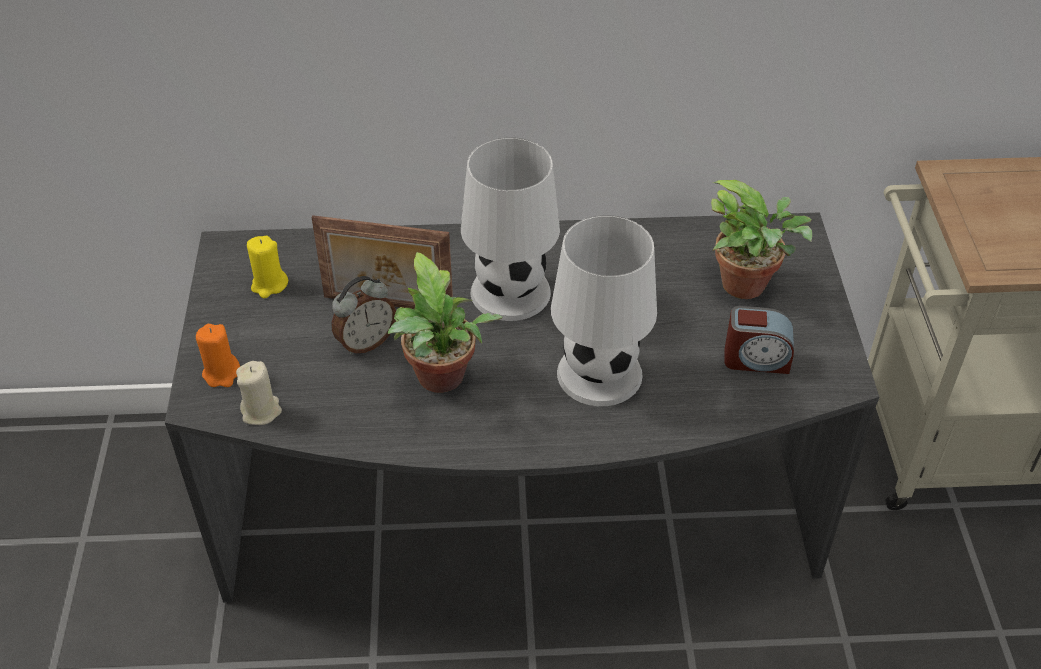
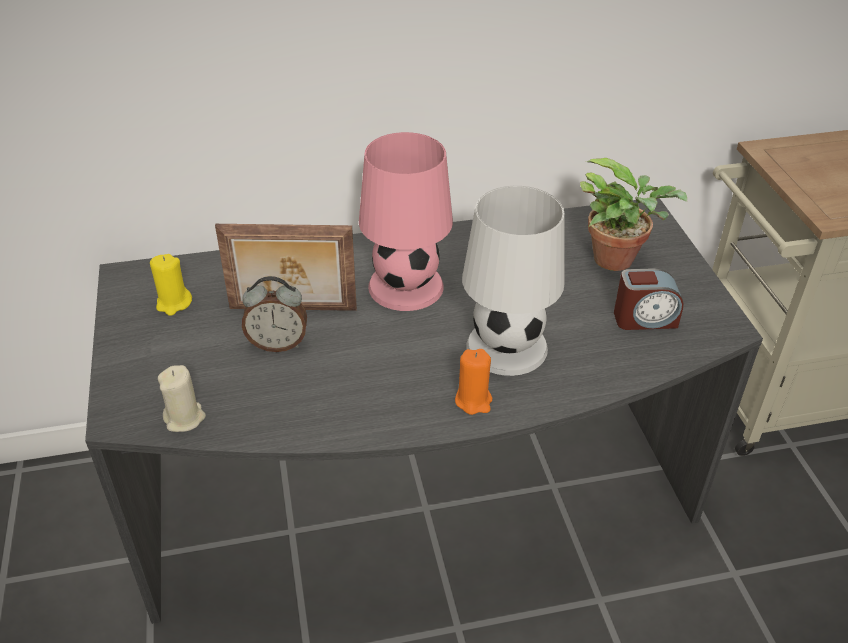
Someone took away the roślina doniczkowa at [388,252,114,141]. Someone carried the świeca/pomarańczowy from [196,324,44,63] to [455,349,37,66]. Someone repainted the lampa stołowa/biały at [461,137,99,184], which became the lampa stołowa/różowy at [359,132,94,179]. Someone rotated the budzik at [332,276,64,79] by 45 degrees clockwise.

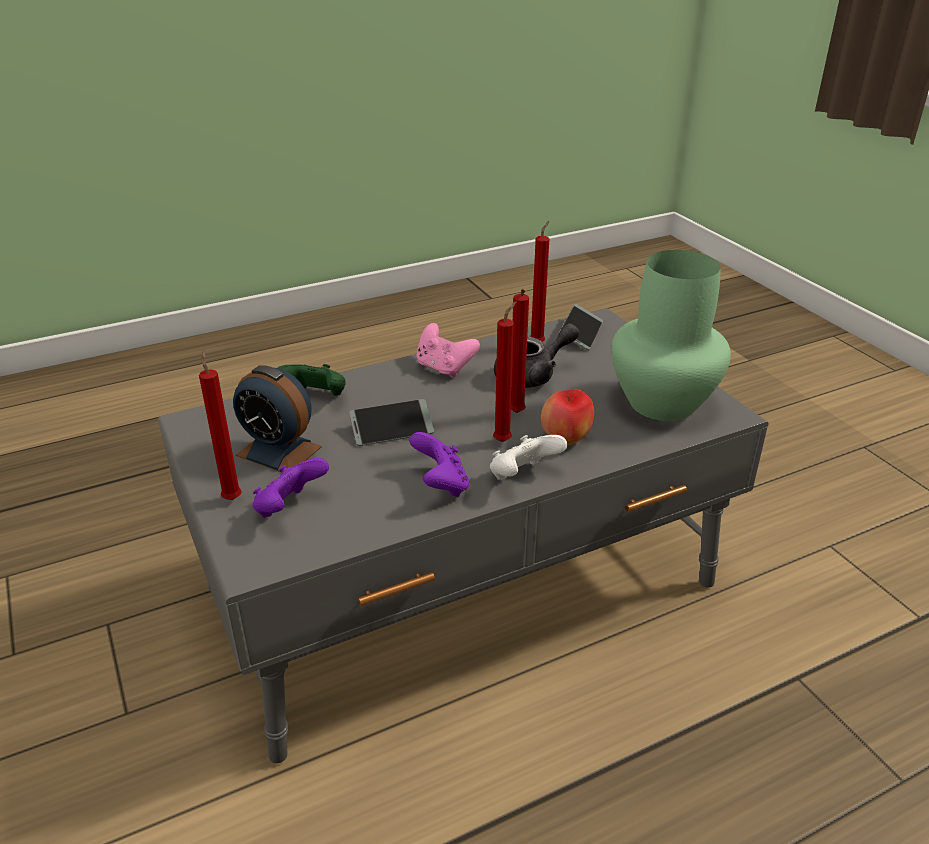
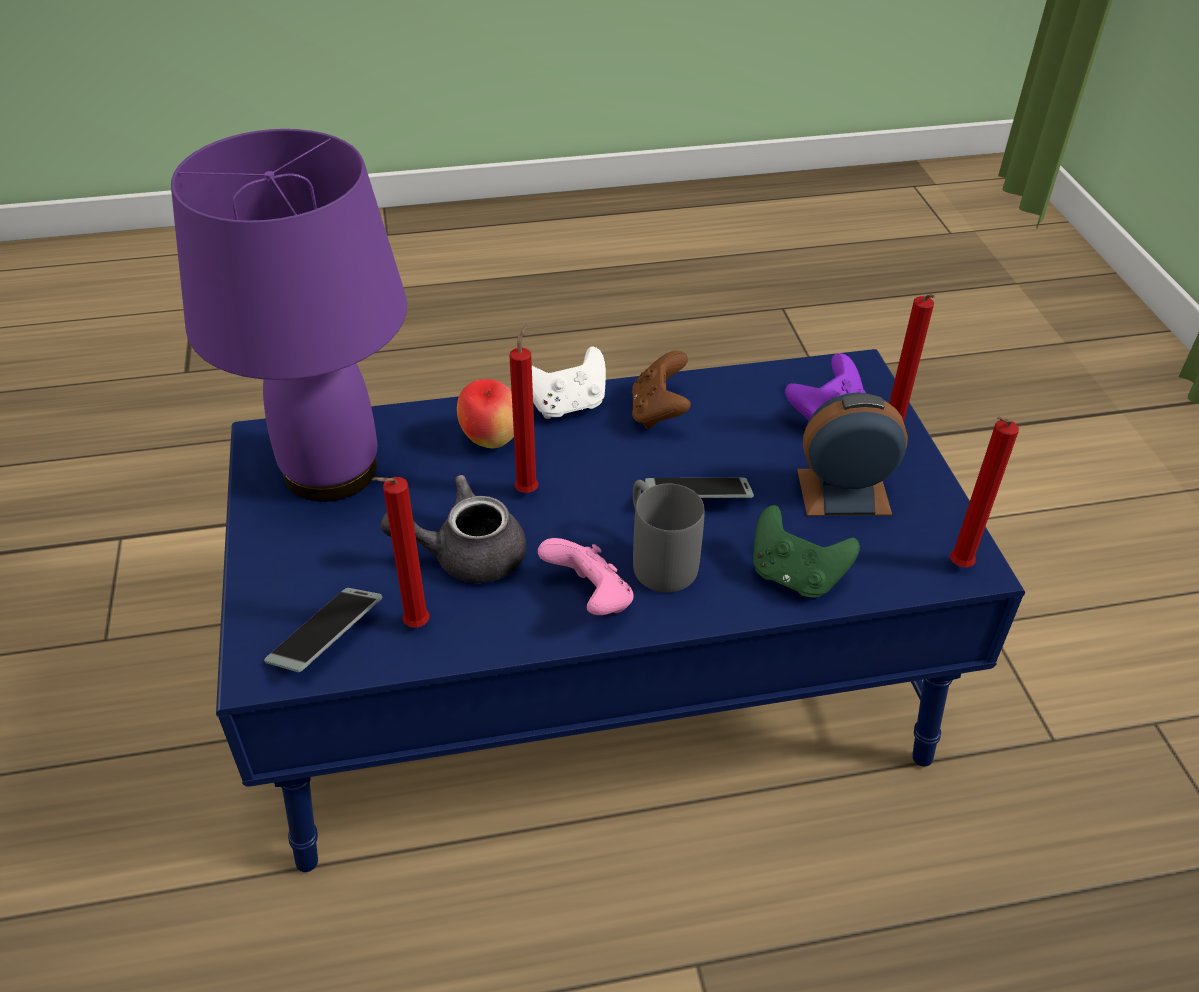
Someone put down the kubek/szary at [633,480,72,113]. Someone carried the świeca/czerwony from [493,302,23,140] to [950,417,69,151]. Someone swapped the wazon/zielony at [611,250,120,171] for the lampa stołowa/fioletowy at [171,129,236,373]. Someone repainted the ława/szary at [158,308,611,455], which became the ława/niebieski at [216,349,809,523]. Someone repainted the pad do gier/fioletowy at [409,432,61,65], which became the pad do gier/brązowy at [632,350,59,79]. Someone rotated the budzik at [233,365,89,107] by 45 degrees counterclockwise.

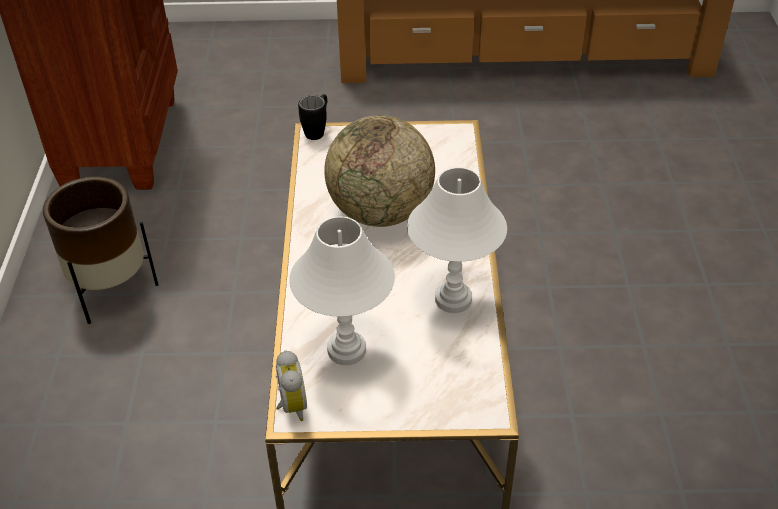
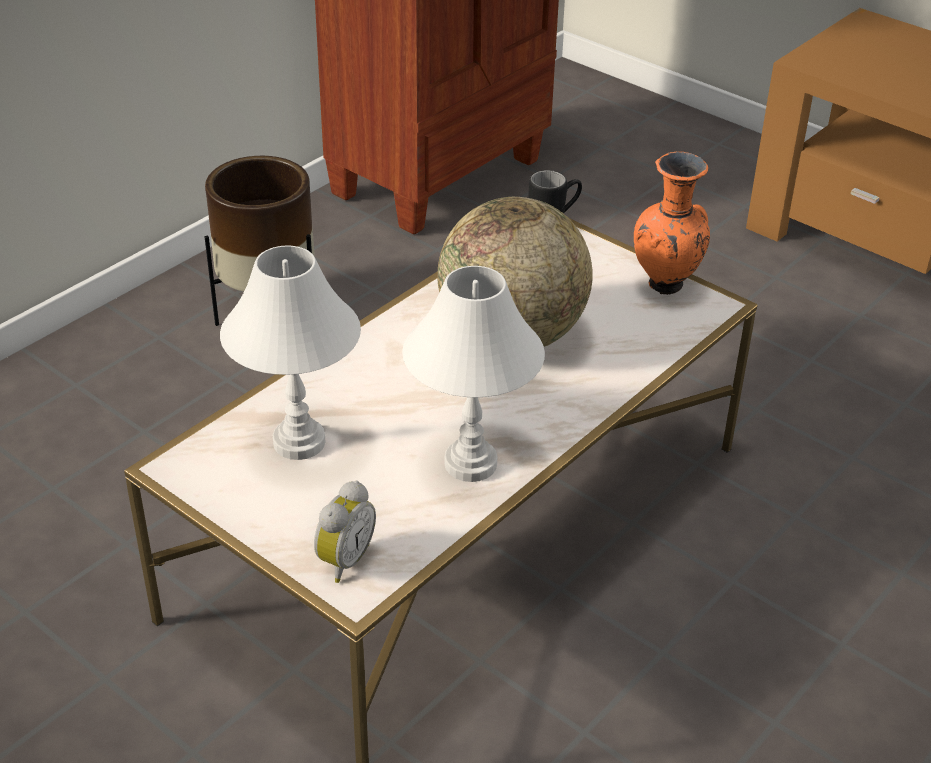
Someone put down the wazon/pomarańczowy at [634,152,76,143]. Someone carried the budzik from [275,350,32,71] to [314,481,62,102].

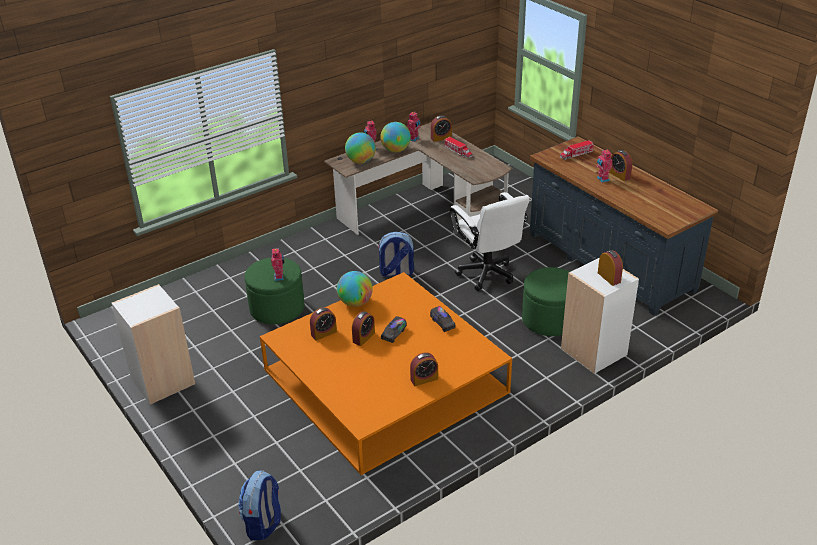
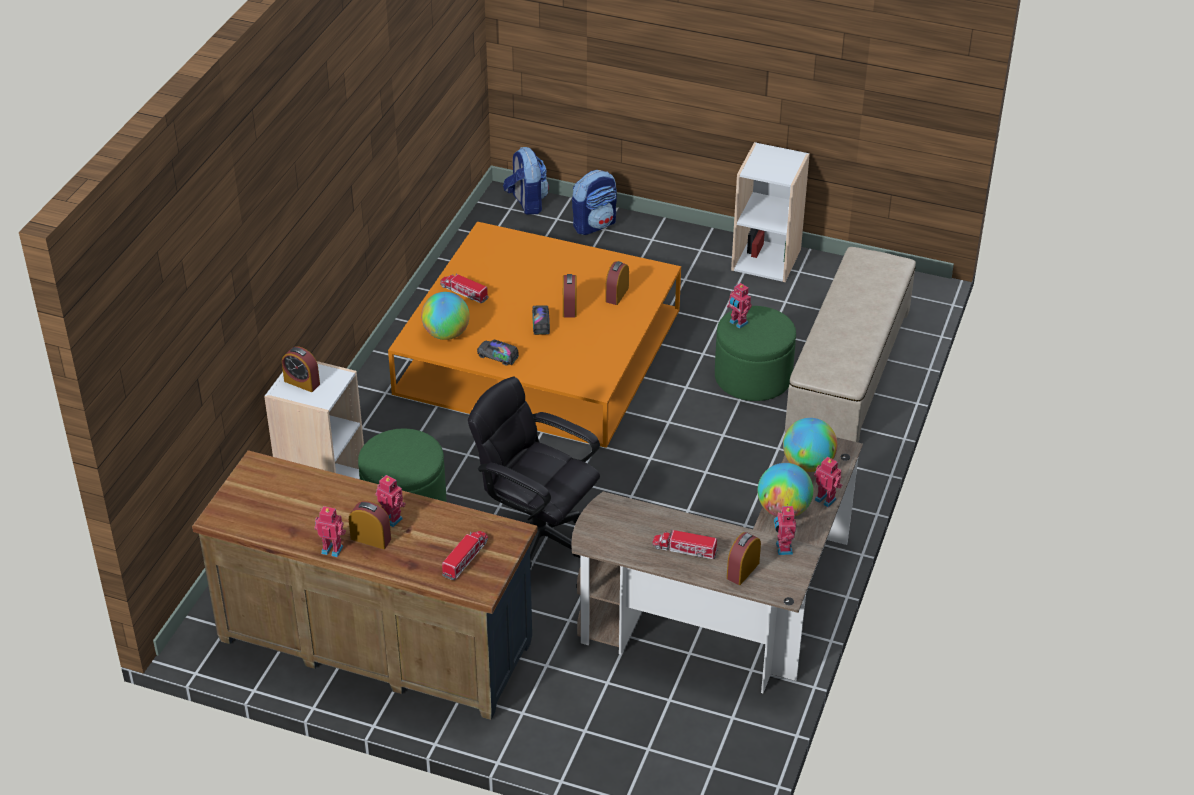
Someone put down the robot zabawkowy at [315,506,31,51]. Someone put down the ławka/beżowy at [785,247,131,195]. Someone carried the globus from [337,271,36,36] to [421,292,49,48]. Someone carried the plecak from [378,232,36,45] to [572,170,45,65]. Someone swapped the budzik at [410,352,28,34] for the ciężarówka zabawkowa at [440,273,49,30]. Someone repainted the krzesło biurowe/biały at [450,192,79,99], which became the krzesło biurowe/czarny at [468,377,132,191].

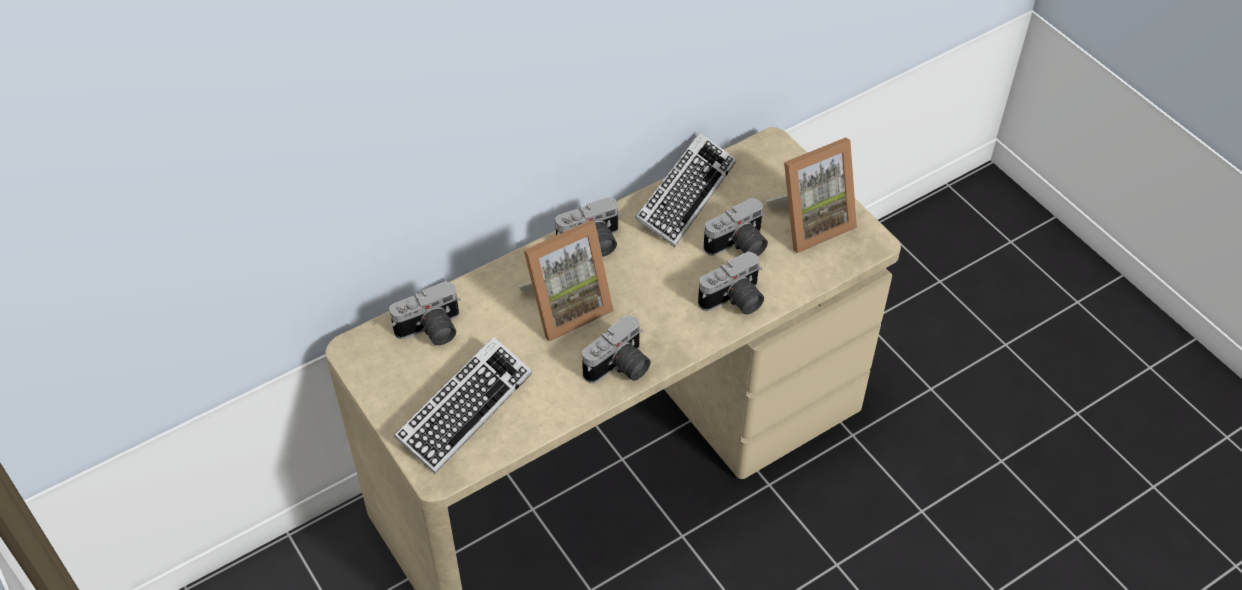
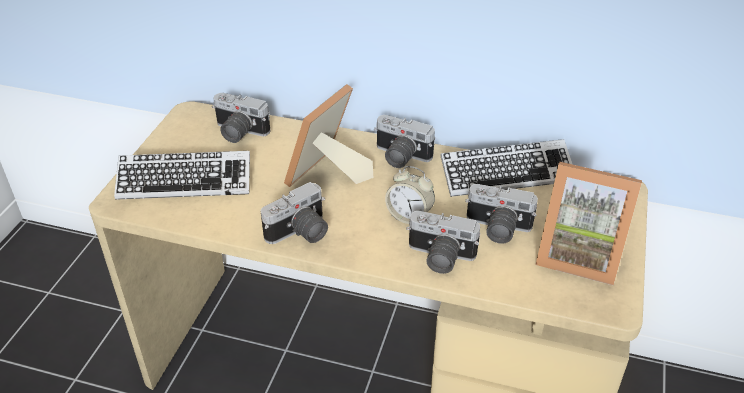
Someone put down the budzik at [385,166,50,58]. Someone rotated the ramka na zdjęcie at [518,220,96,122] by 105 degrees clockwise. Someone rotated the aparat fotograficzny at [582,315,69,68] by 45 degrees counterclockwise.

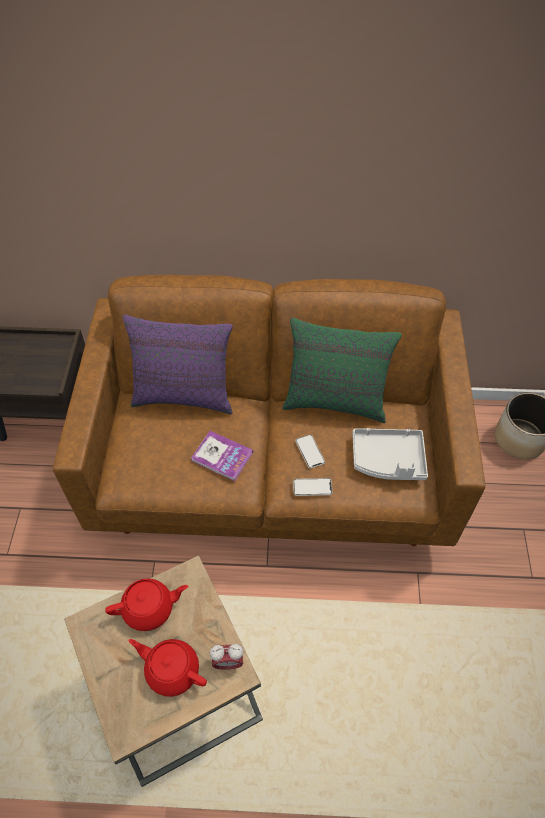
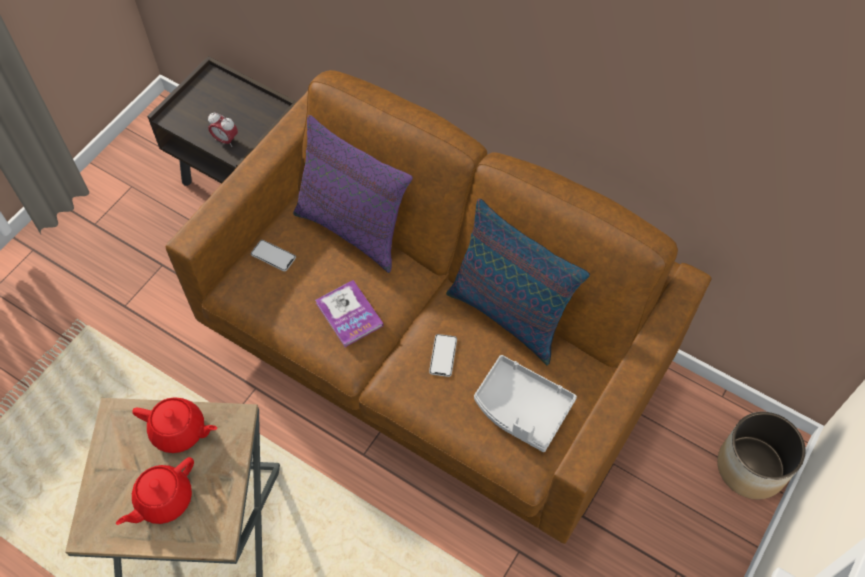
Someone carried the budzik from [210,644,33,26] to [208,113,30,34]. Someone carried the telefon from [293,478,40,18] to [251,240,45,31]. Someone repainted the poduszka/zielony at [283,318,119,105], which became the poduszka/niebieski at [446,199,144,166]. Someone rotated the imbryk/czerwony at [129,639,78,58] by 105 degrees counterclockwise.

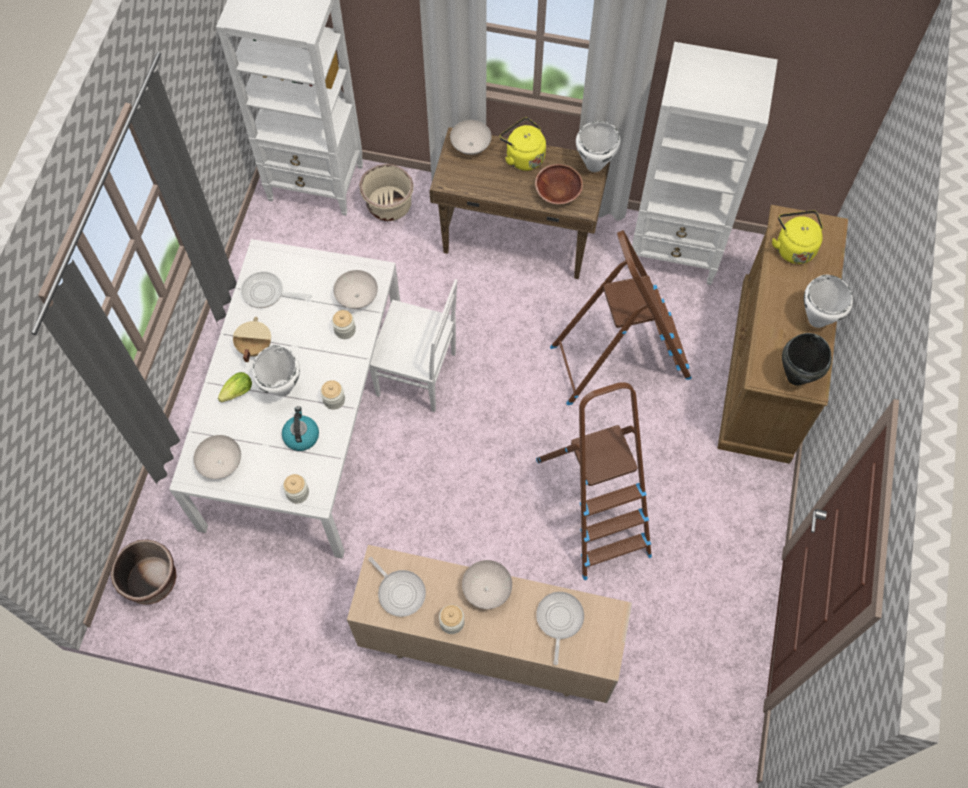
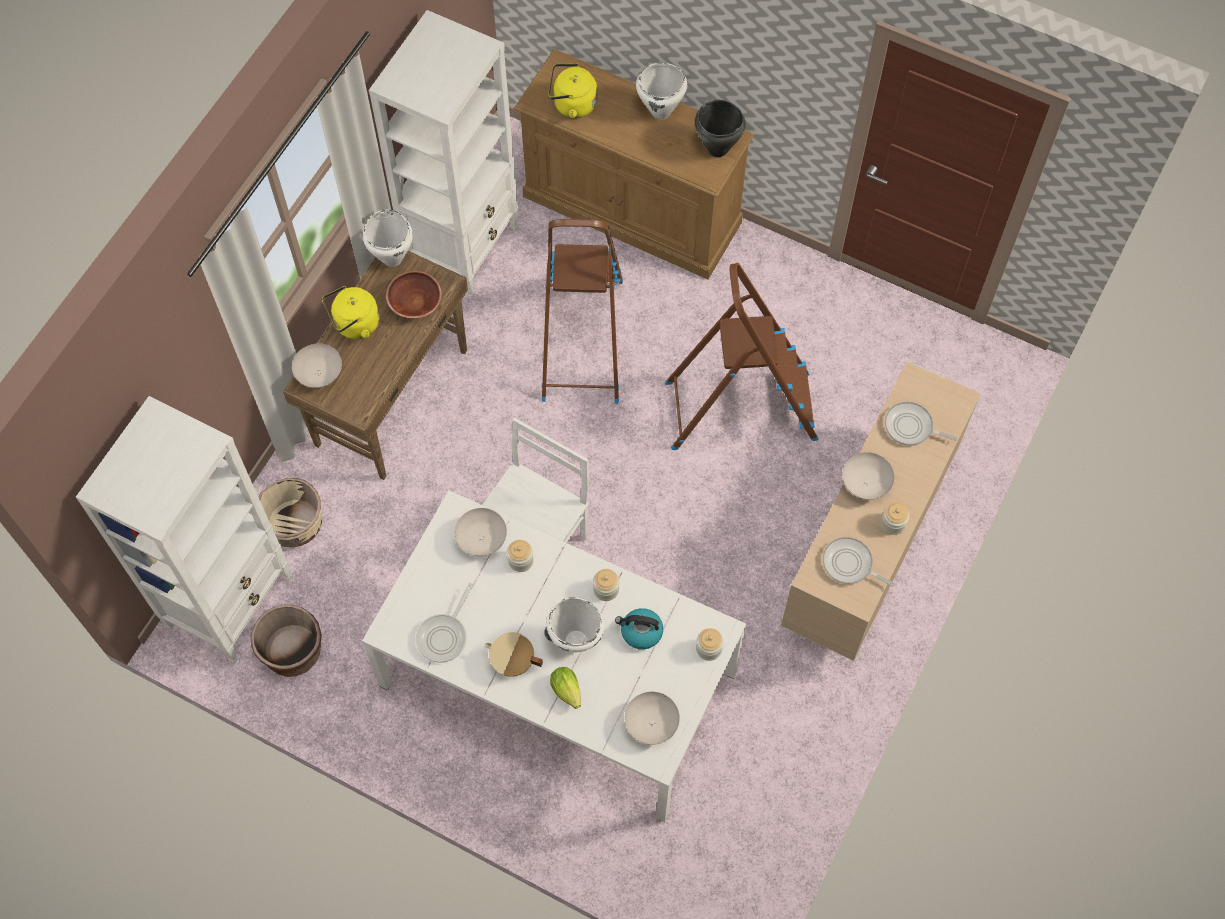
Someone carried the donica/brązowy from [111,539,65,66] to [251,604,71,73]. Someone rotated the patelnia at [368,557,58,60] by 120 degrees counterclockwise.

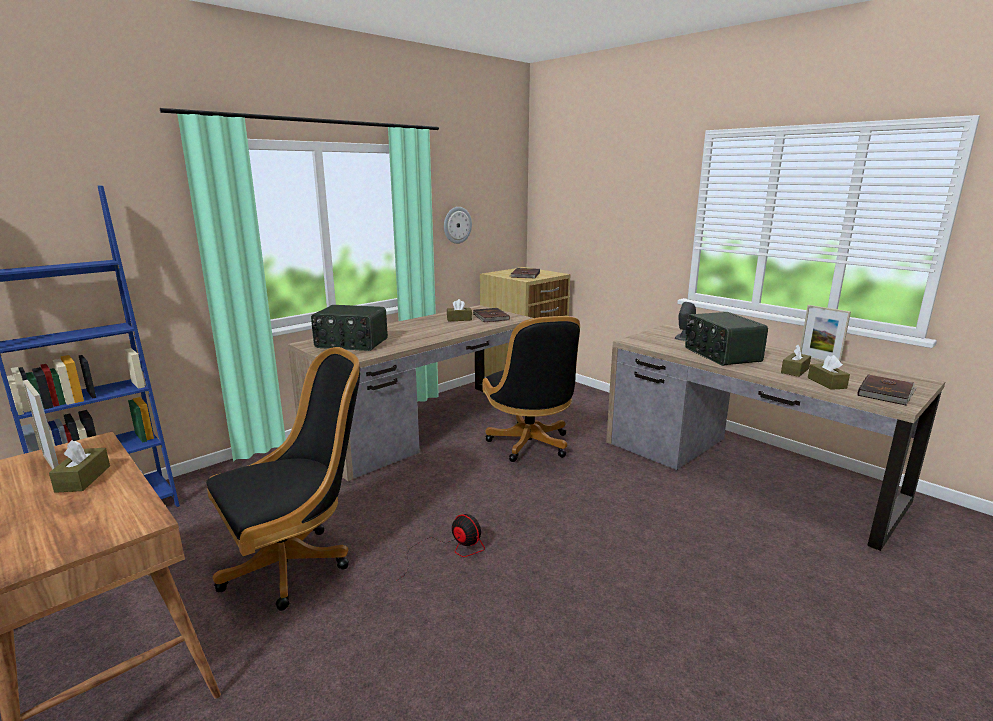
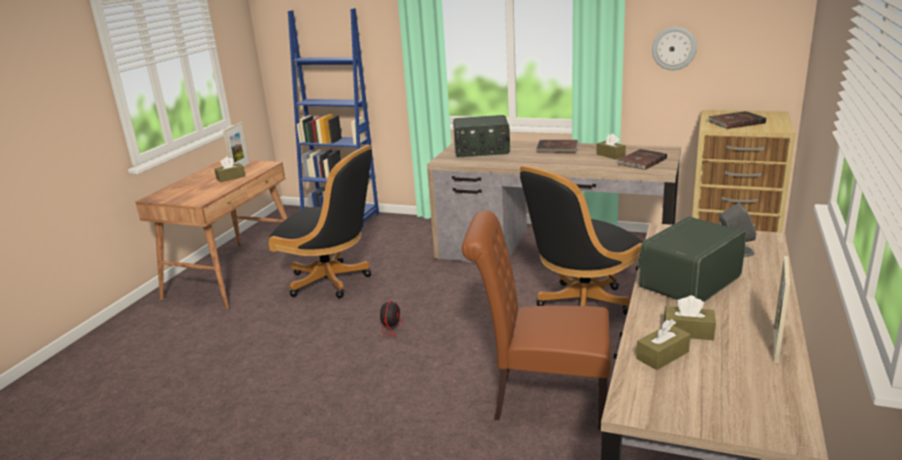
Someone put down the krzesło/brązowy at [462,210,148,220]. Someone carried the książka/brązowy from [858,374,59,31] to [536,140,43,13]. Someone rotated the radio at [311,305,77,46] by 75 degrees counterclockwise.

